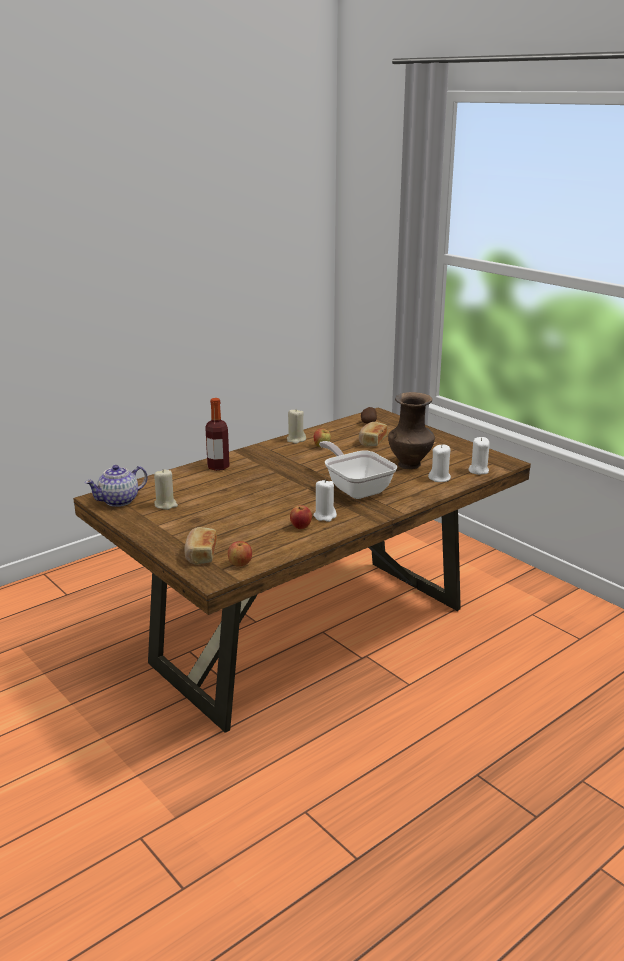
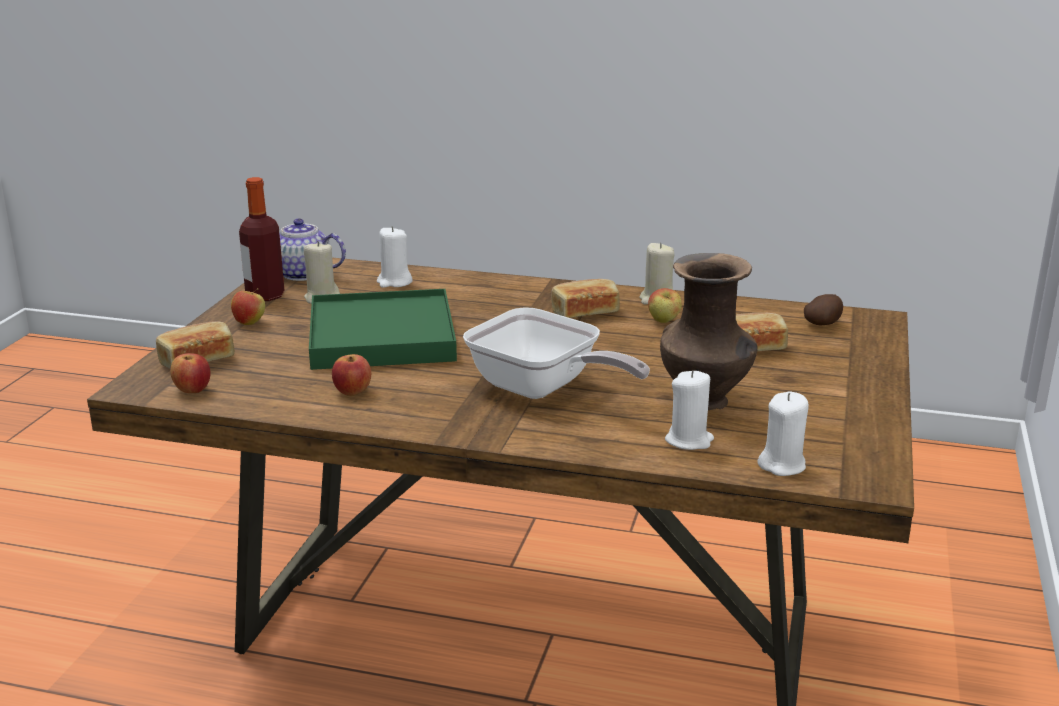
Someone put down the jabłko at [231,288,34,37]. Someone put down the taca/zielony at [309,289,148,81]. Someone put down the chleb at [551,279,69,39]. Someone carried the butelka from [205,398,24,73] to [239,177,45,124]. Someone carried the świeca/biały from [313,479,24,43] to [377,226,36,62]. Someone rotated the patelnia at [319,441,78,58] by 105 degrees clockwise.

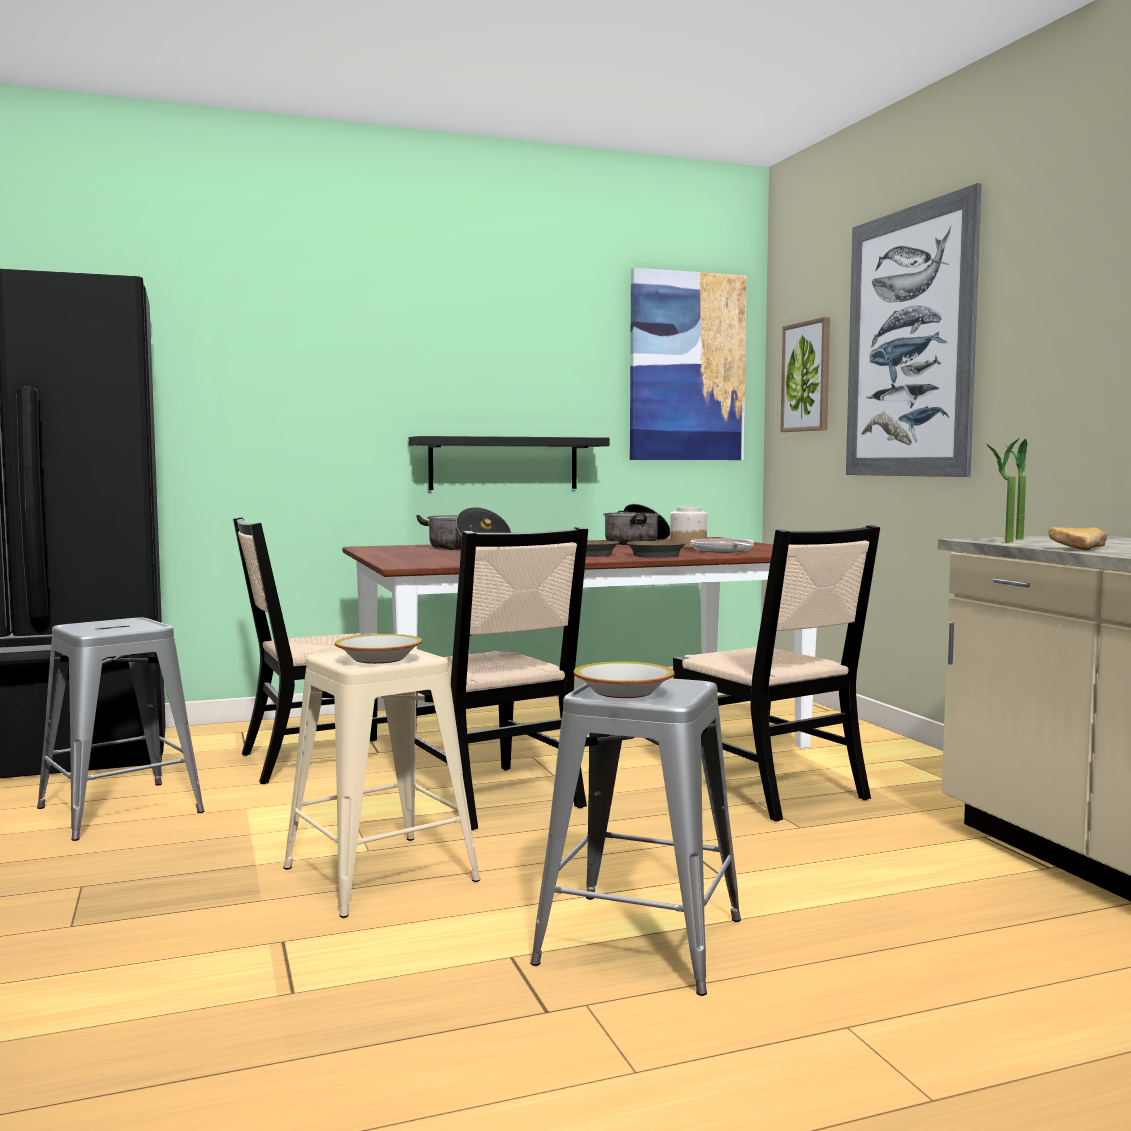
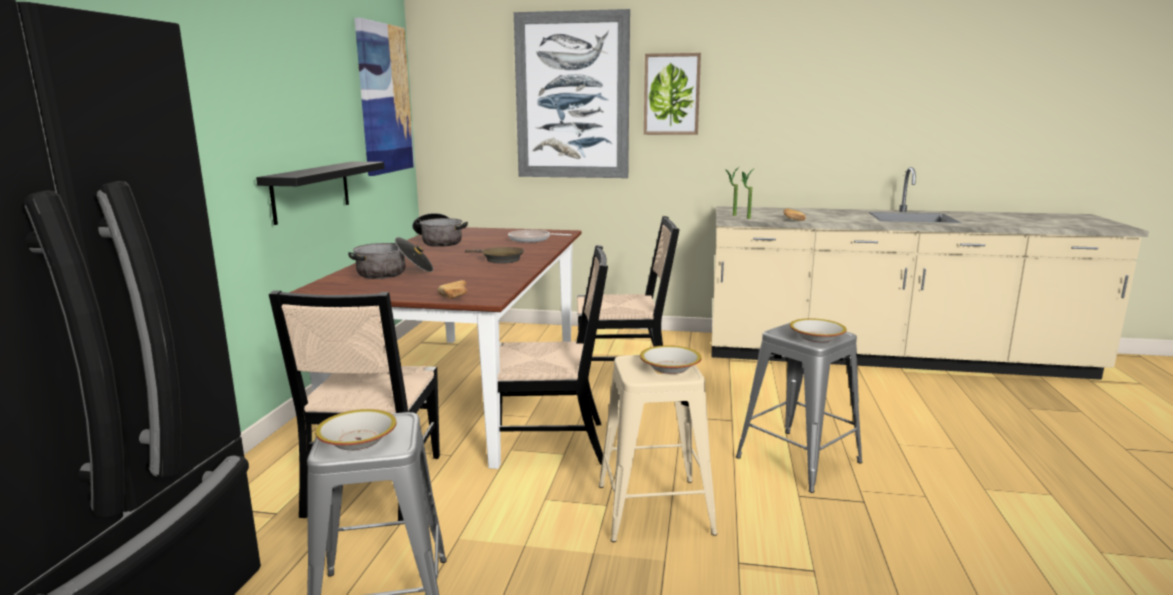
Someone took away the patelnia/brązowy at [627,541,59,17]. Someone took away the słoik at [670,506,37,42]. Someone put down the miska at [315,409,82,41]. Someone put down the chleb at [438,280,29,19]. Someone carried the obraz from [780,317,50,115] to [644,53,57,82].

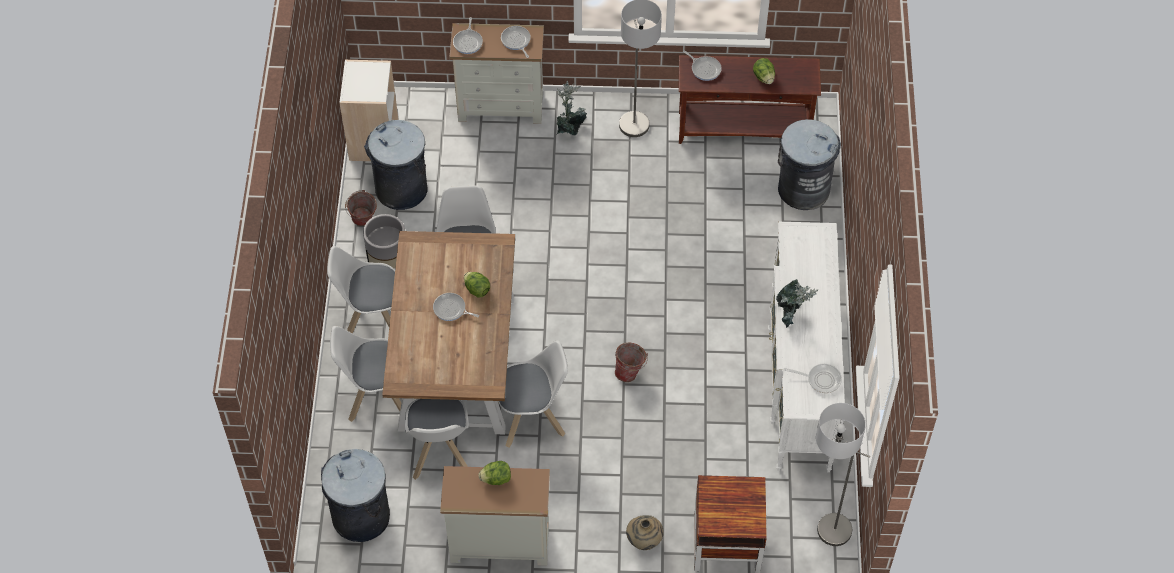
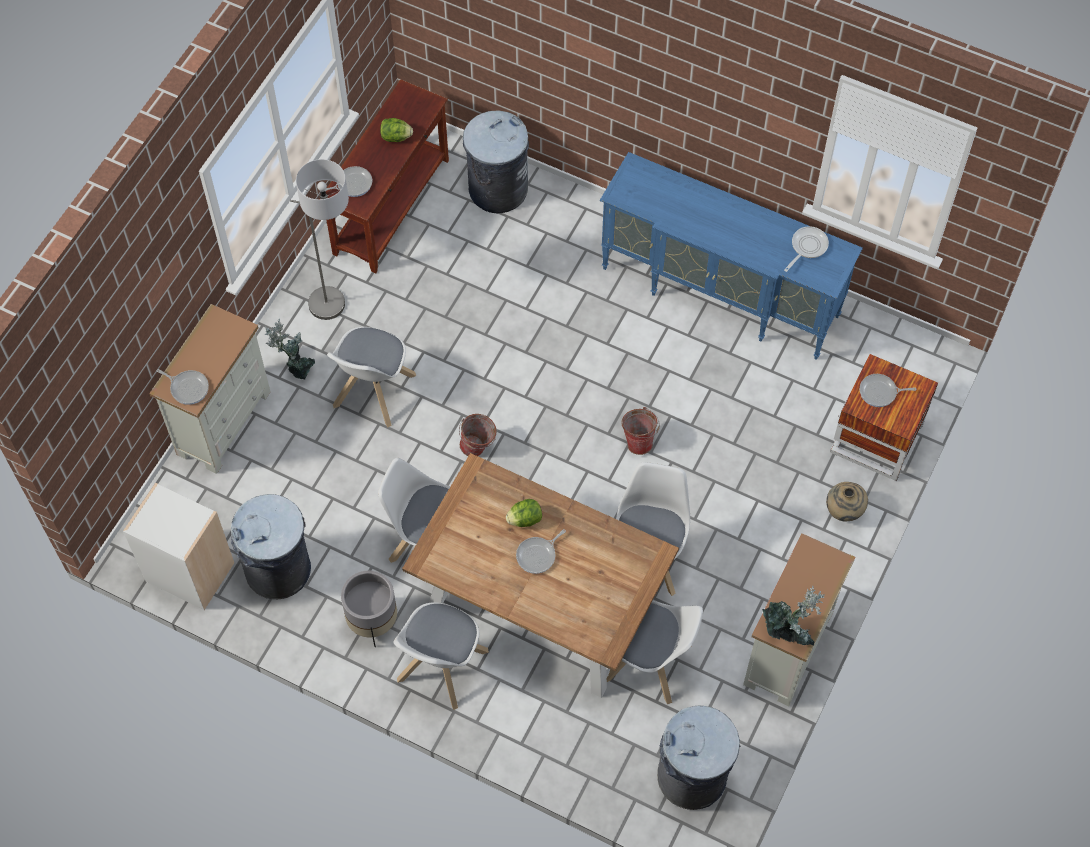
Someone took away the sałata at [479,461,32,24]. Someone took away the lampa stojąca/szary at [816,403,54,143]. Someone carried the krzesło from [330,326,71,96] to [327,327,89,101]. Someone carried the wiadro from [345,190,32,36] to [459,414,38,42]. Someone carried the patelnia from [501,26,30,32] to [860,374,56,33]. Someone carried the roślina doniczkowa from [776,279,42,49] to [762,586,63,59]. Someone repainted the szafka/biały at [768,222,77,250], which became the szafka/niebieski at [600,152,263,208].

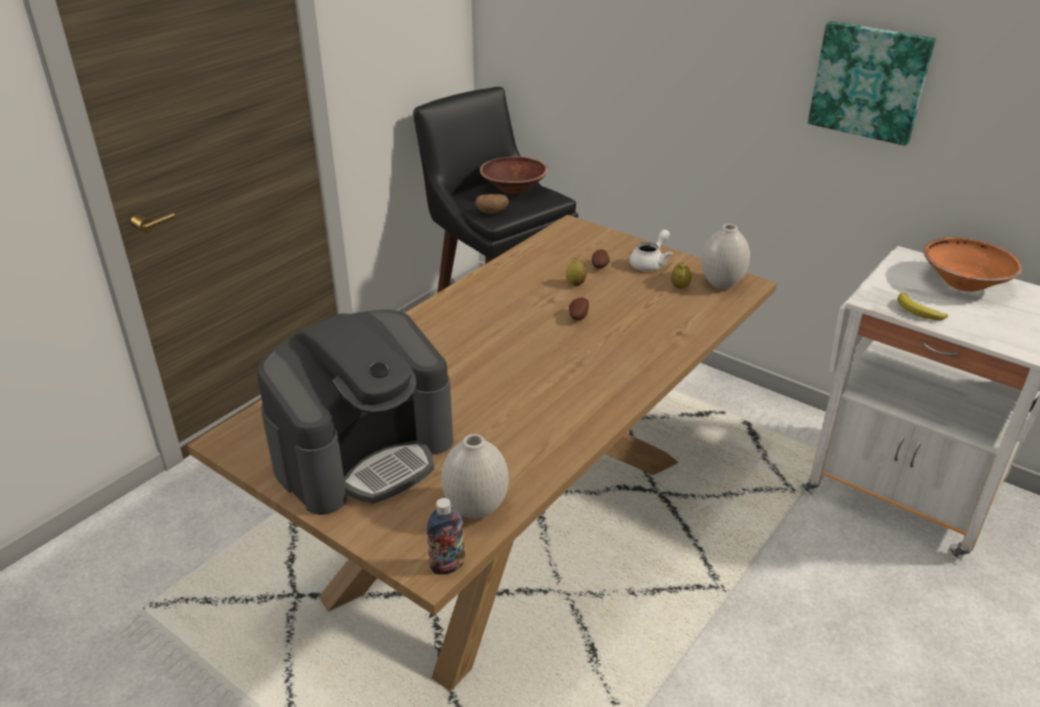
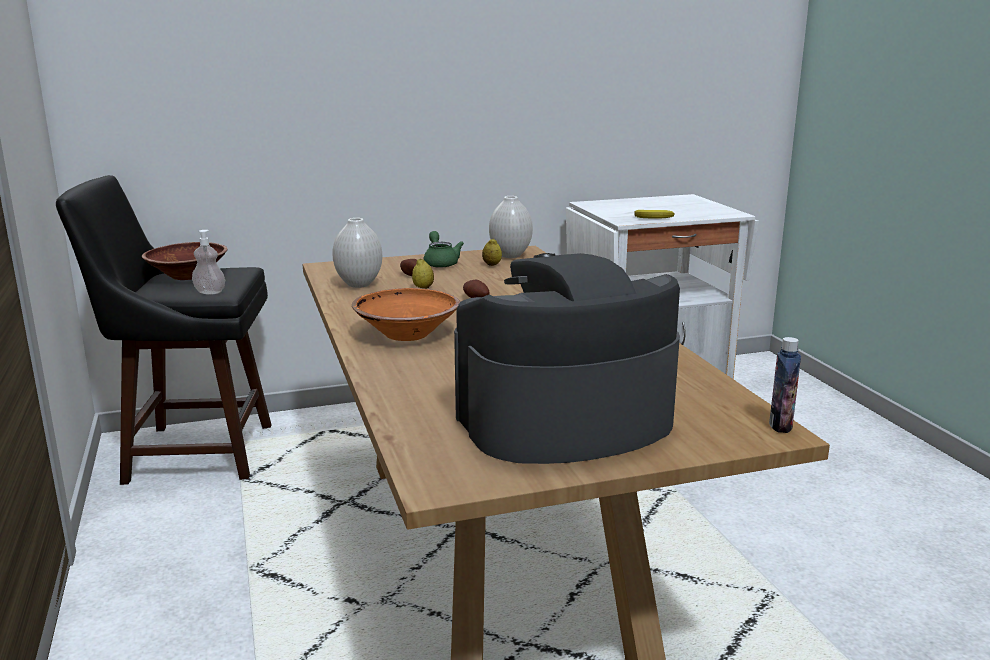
Someone took away the obraz at [808,21,128,125]. Someone carried the wazon/biały from [441,434,68,85] to [332,218,50,70]. Someone carried the miska/pomarańczowy from [923,237,100,55] to [352,288,108,53]. Someone swapped the ziemniak at [475,194,34,20] for the dozownik mydła at [192,230,33,65]. Someone repainted the imbryk/biały at [629,230,44,41], which became the imbryk/zielony at [423,231,41,37]. Someone rotated the ekspres do kawy at [257,310,196,205] by 105 degrees counterclockwise.

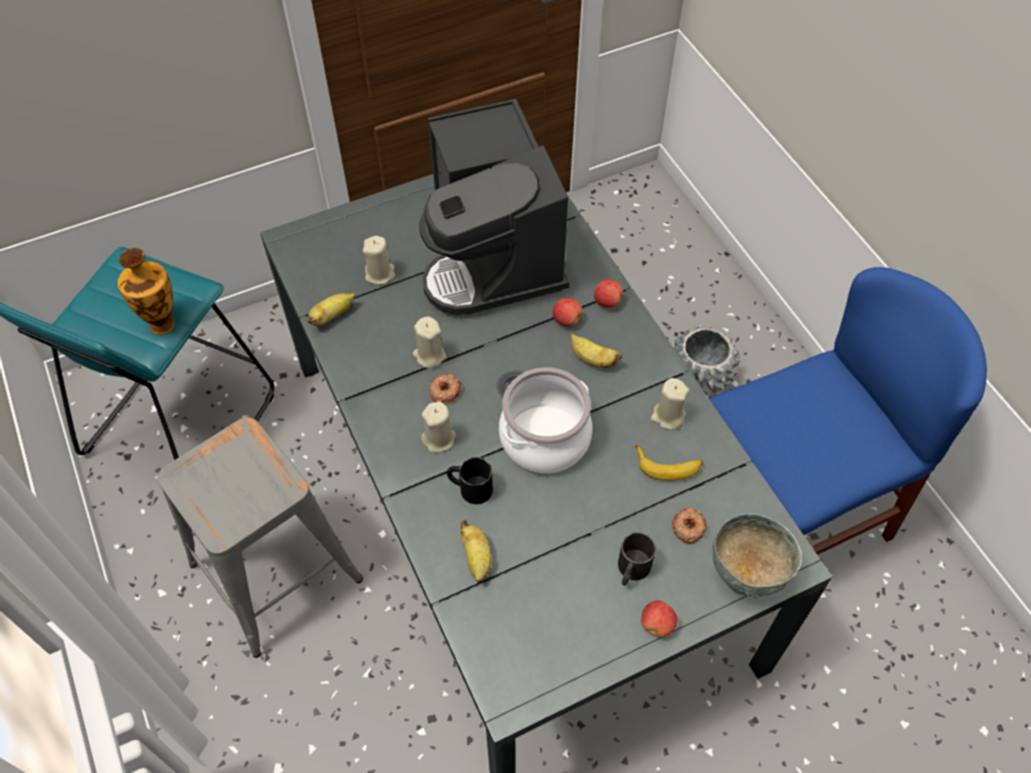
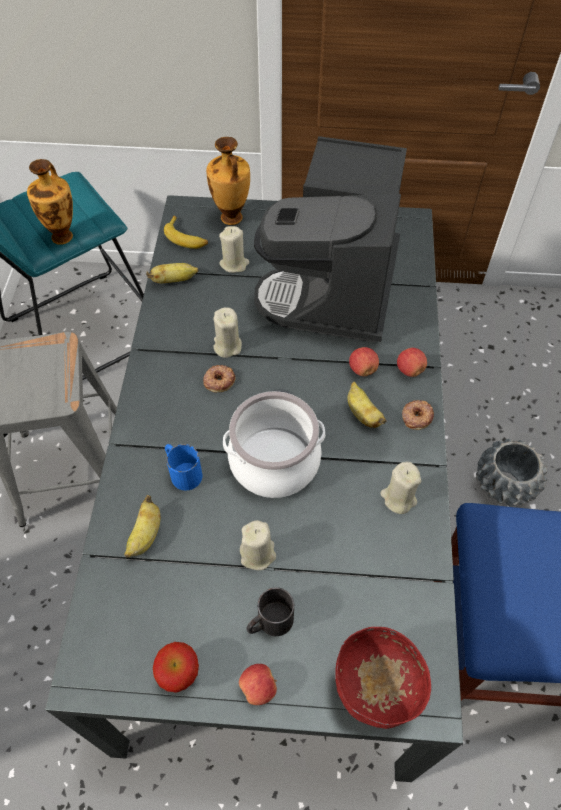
Someone put down the jabłko at [153,642,46,51]. Someone put down the wazon at [206,137,44,88]. Someone carried the świeca/beżowy from [421,401,35,52] to [240,520,36,50]. Someone carried the banan from [635,445,68,36] to [164,216,44,33]. Someone carried the donut from [672,508,35,36] to [402,400,32,30]. Someone repainted the kubek/czarny at [447,457,46,47], which became the kubek/niebieski at [165,444,37,47]. Someone repainted the miska/szary at [713,514,89,84], which became the miska/czerwony at [335,627,96,102].

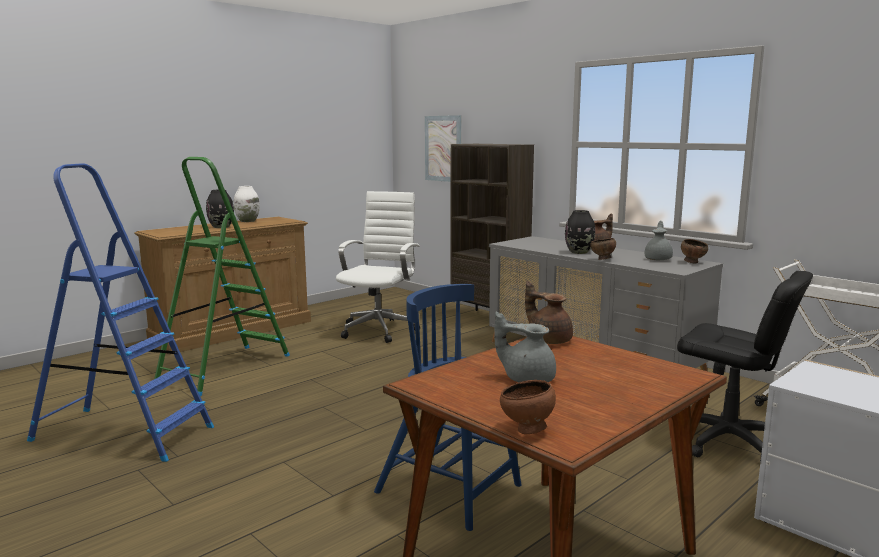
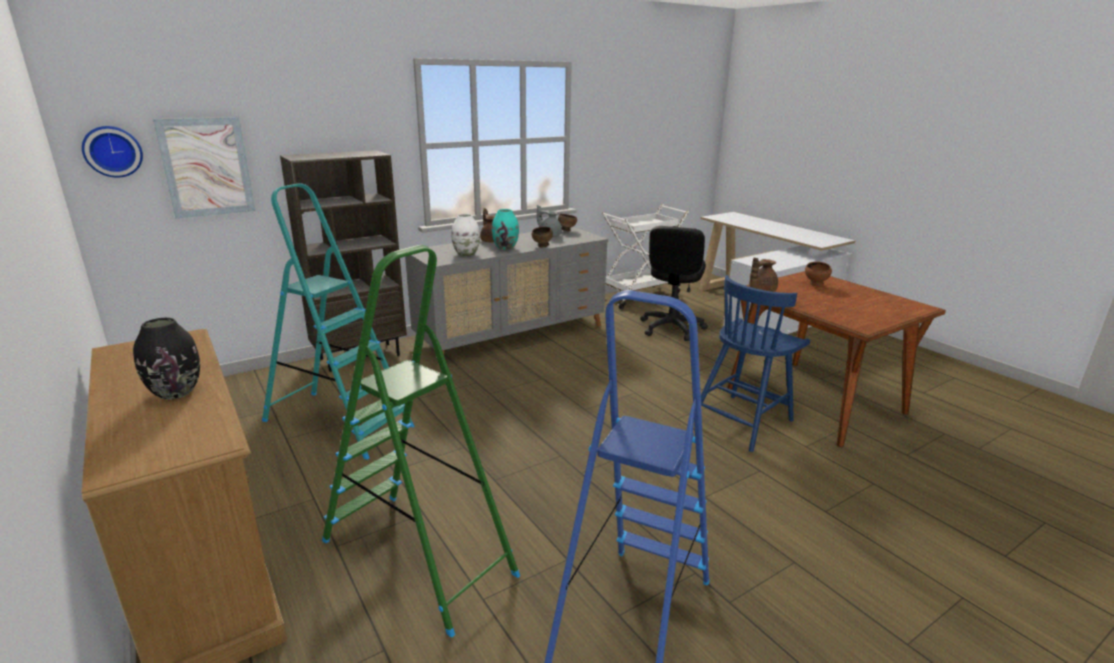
Someone took away the imbryk/szary at [494,311,62,71]. Someone put up the zegar ścienny at [82,126,61,52]. Someone carried the wazon/biały from [234,186,26,36] to [452,214,28,42]. Someone carried the miska/brązowy from [500,380,56,54] to [805,262,27,24]. Someone swapped the krzesło biurowe/biały at [336,191,84,152] for the drabinka/turkusowy at [262,183,152,277]. Someone repainted the wazon/czarny at [565,210,30,44], which became the wazon/turkusowy at [492,209,27,41]. Someone rotated the krzesło biurowe/czarny at [677,271,136,191] by 150 degrees clockwise.

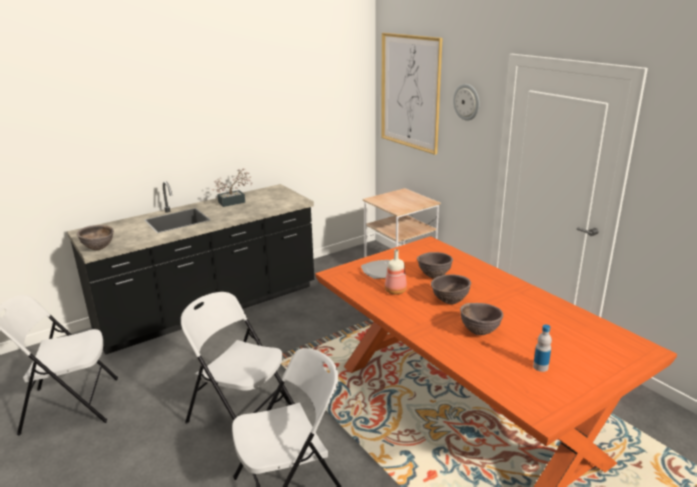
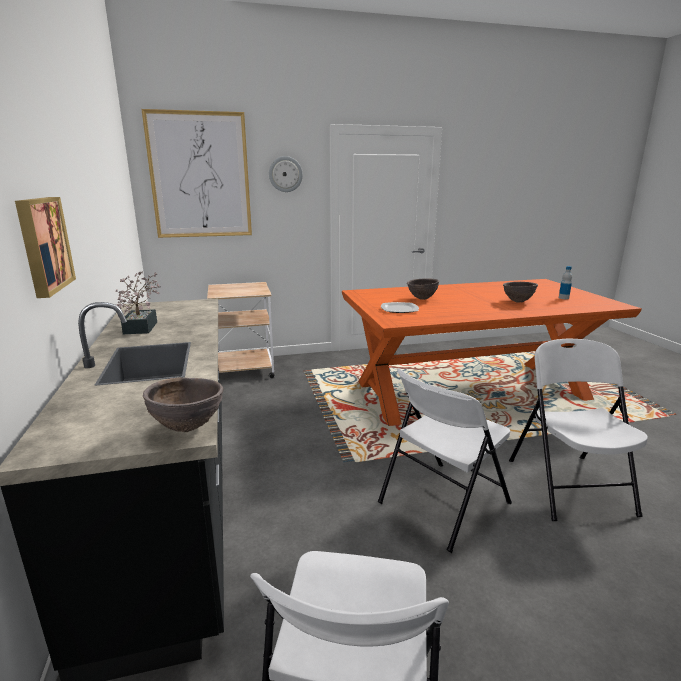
Someone took away the butelka at [385,249,22,46]. Someone took away the miska/brązowy at [431,274,40,31]. Someone put up the obraz at [15,197,61,101].

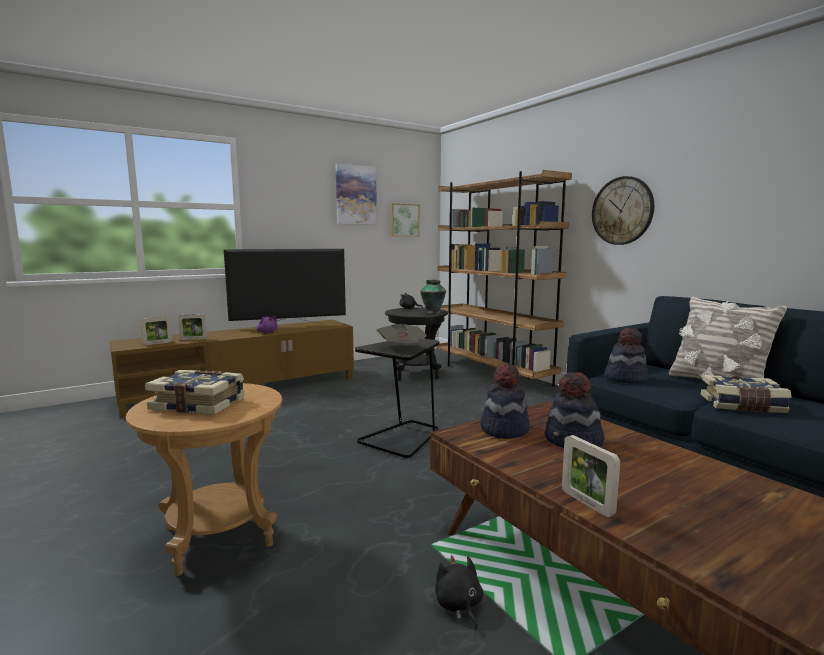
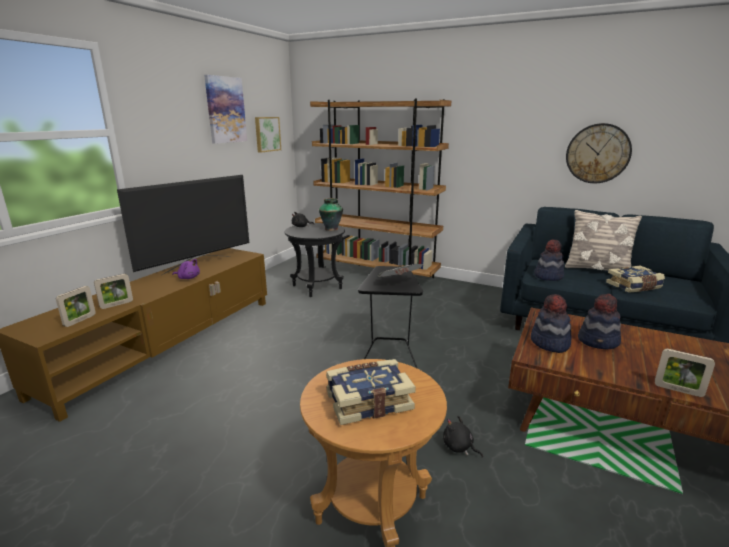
Someone carried the pluszak/czarny from [435,555,48,75] to [443,416,40,41]. Someone carried the zegar ścienny from [592,176,62,69] to [566,123,66,60].

